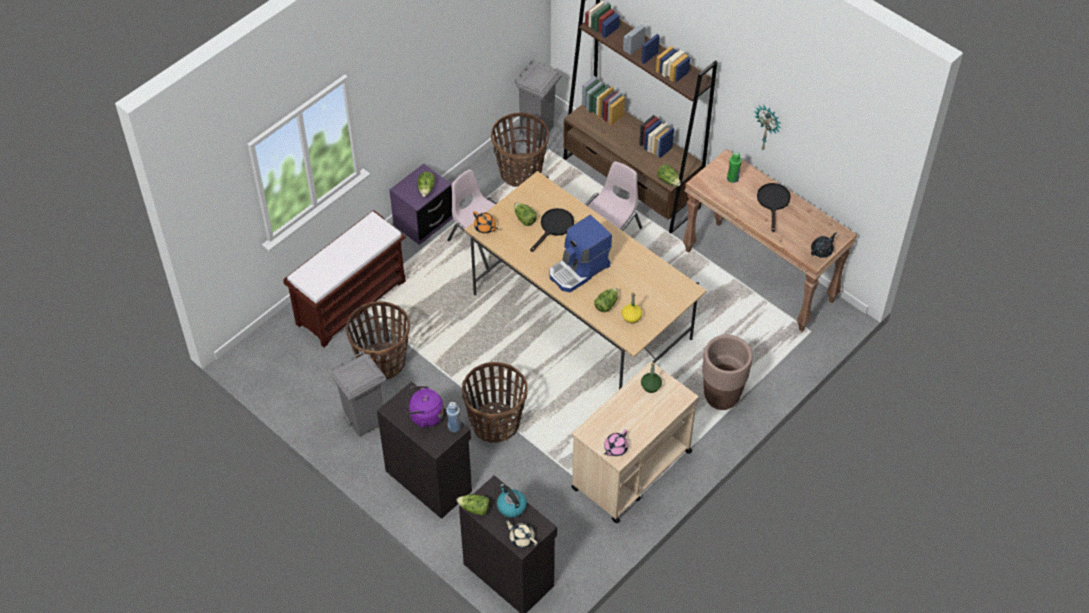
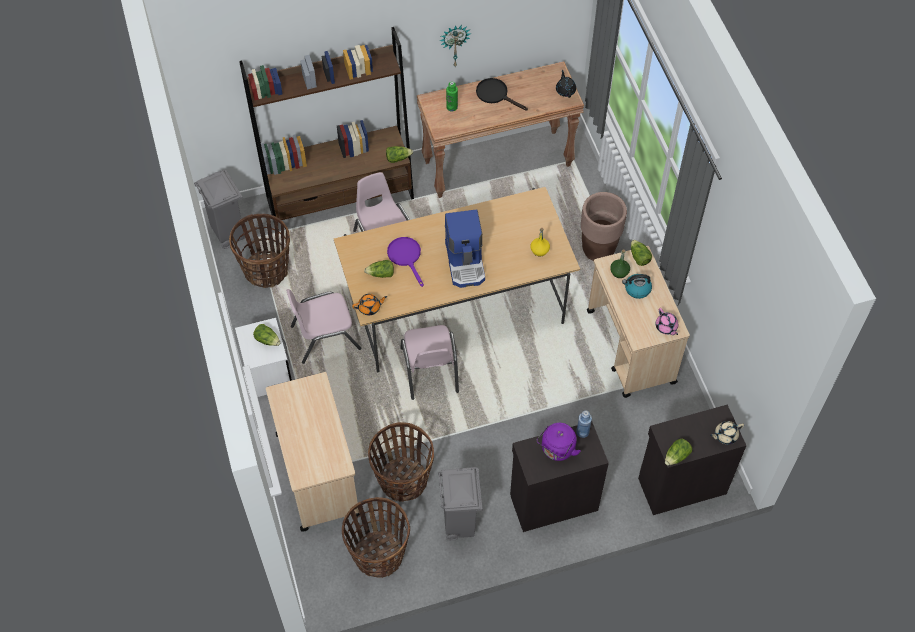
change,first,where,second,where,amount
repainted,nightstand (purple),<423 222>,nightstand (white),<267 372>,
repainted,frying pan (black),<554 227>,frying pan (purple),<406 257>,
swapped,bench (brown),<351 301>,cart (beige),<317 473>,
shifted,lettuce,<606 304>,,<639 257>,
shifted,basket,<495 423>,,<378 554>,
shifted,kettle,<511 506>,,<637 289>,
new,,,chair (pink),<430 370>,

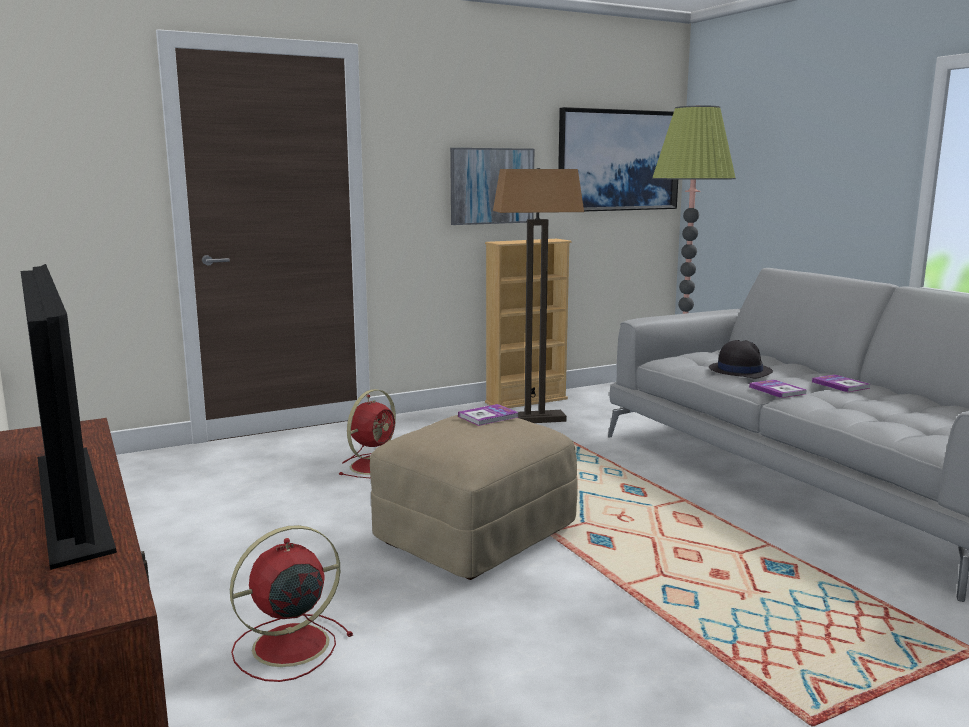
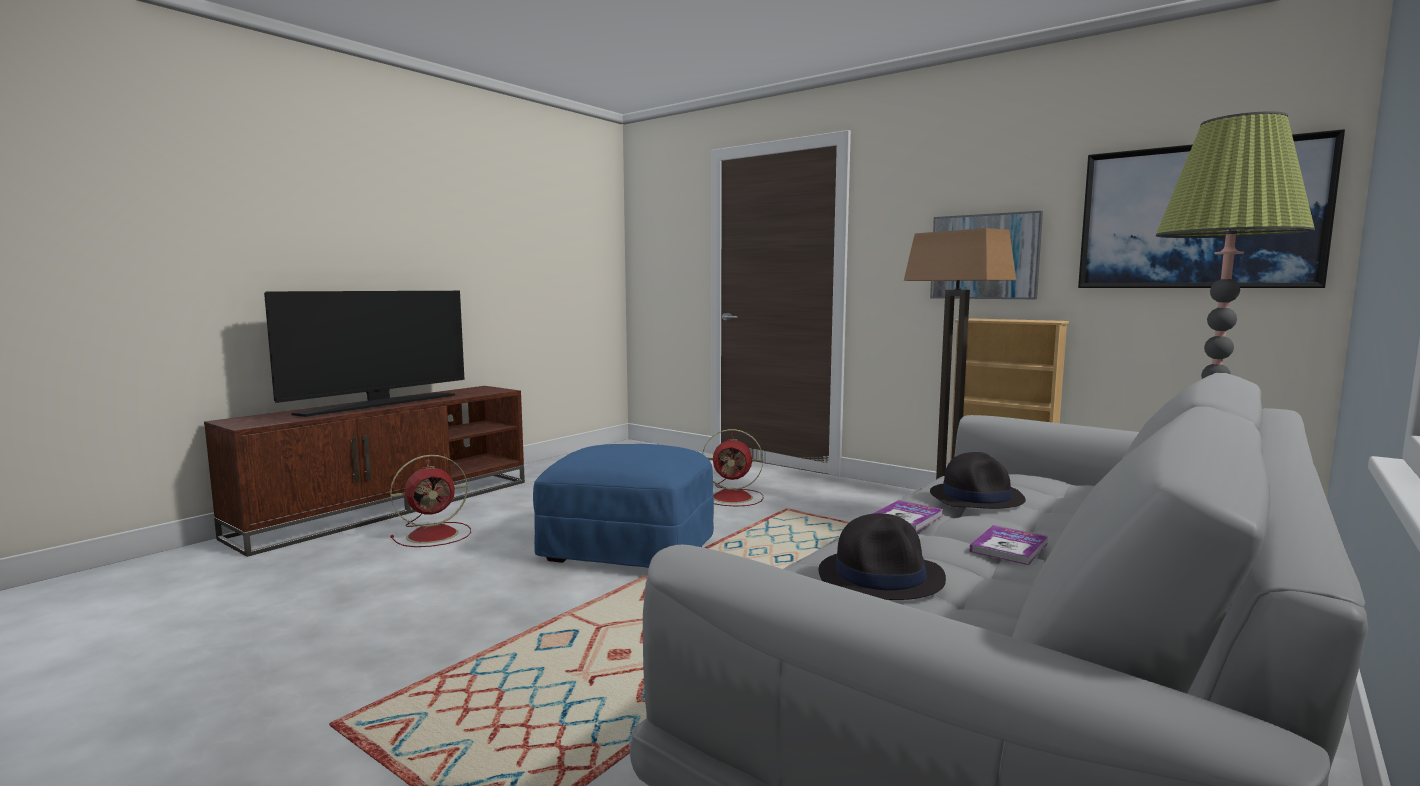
change,first,where,second,where,amount
gone,book,<488 417>,,,
repainted,ottoman (beige),<475 535>,ottoman (blue),<629 549>,
rotated,fan (red),<287 646>,,<435 534>,120 degrees clockwise
new,,,hat (black),<881 576>,

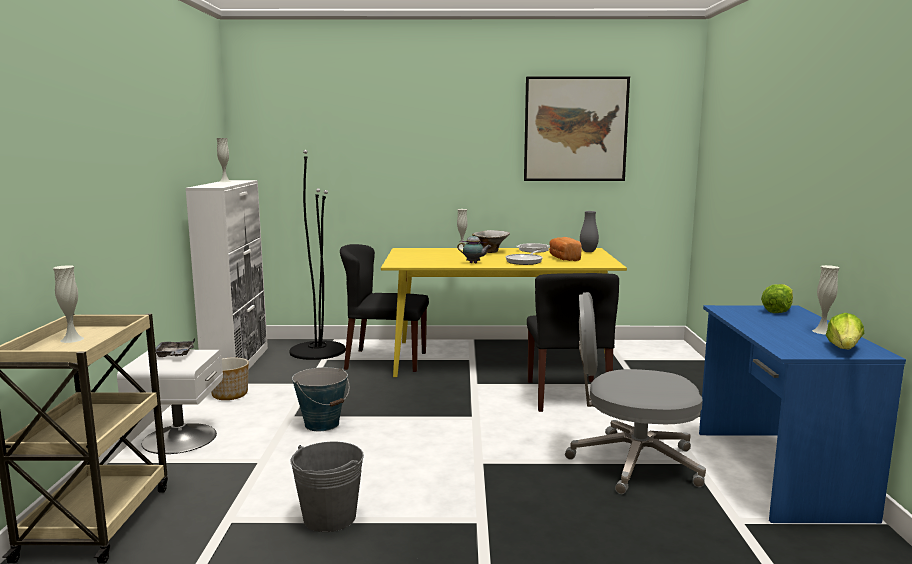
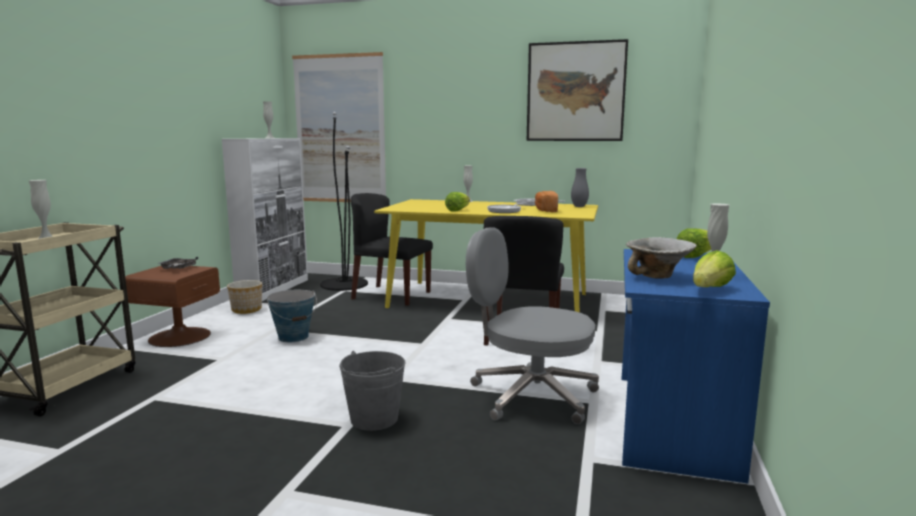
change,first,where,second,where,amount
shifted,bowl,<490 252>,,<657 277>,
swapped,teapot,<474 263>,lettuce,<458 210>,
repainted,nightstand (white),<178 438>,nightstand (brown),<179 336>,
shifted,bucket (grey),<329 517>,,<374 419>,
new,,,picture,<340 129>,

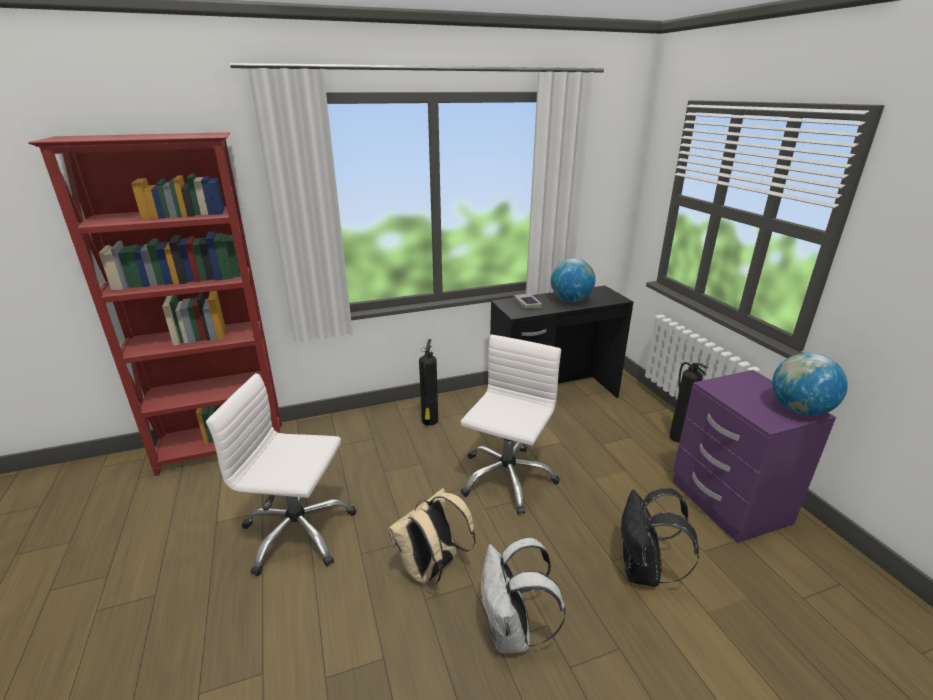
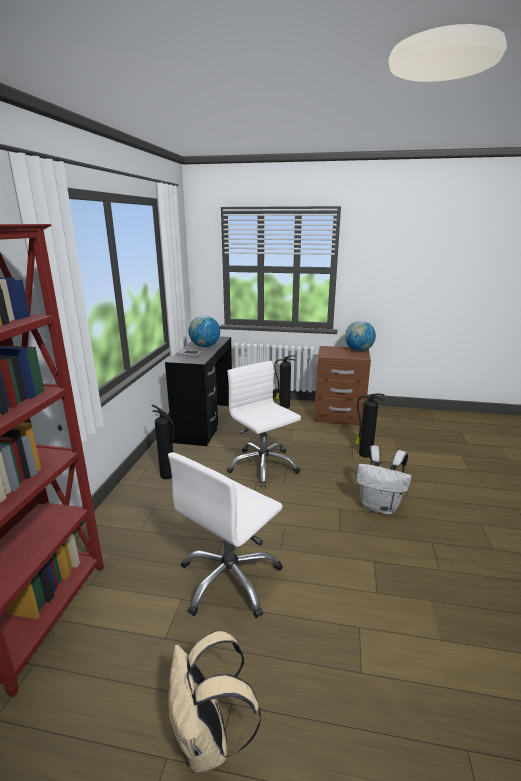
change,first,where,second,where,amount
repainted,nightstand (purple),<728 502>,nightstand (brown),<339 416>,
shifted,backpack (beige),<432 569>,,<208 740>,
swapped,backpack (black),<643 571>,fire extinguisher,<364 454>,

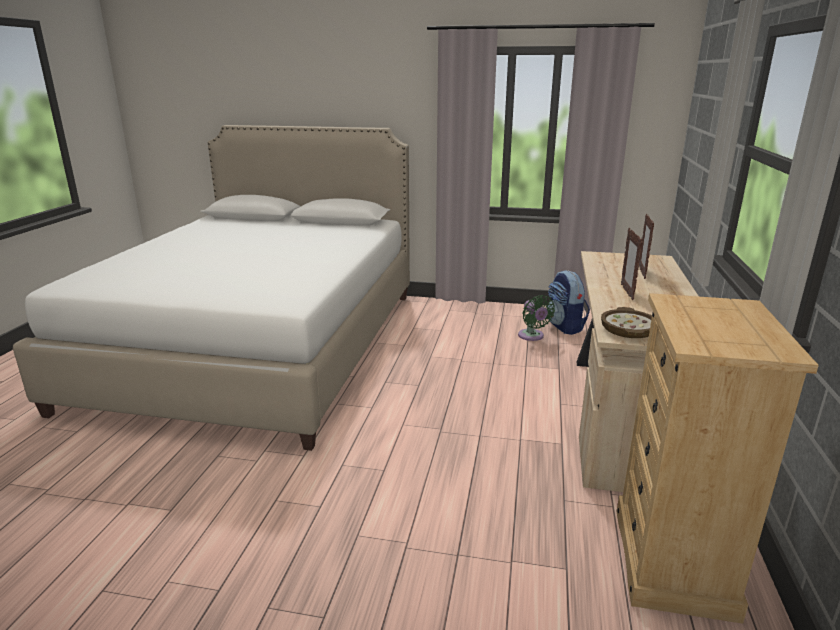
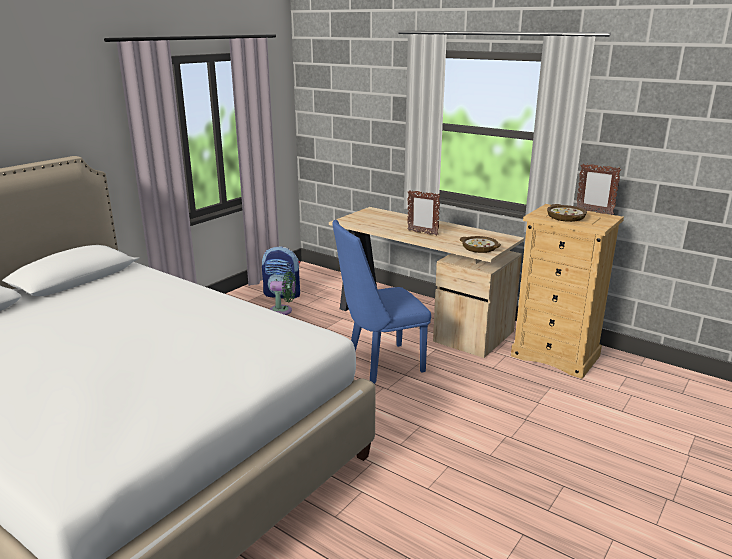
change,first,where,second,where,amount
shifted,picture frame,<642 272>,,<594 212>,
new,,,bowl,<566 217>,
new,,,chair (blue),<379 364>,

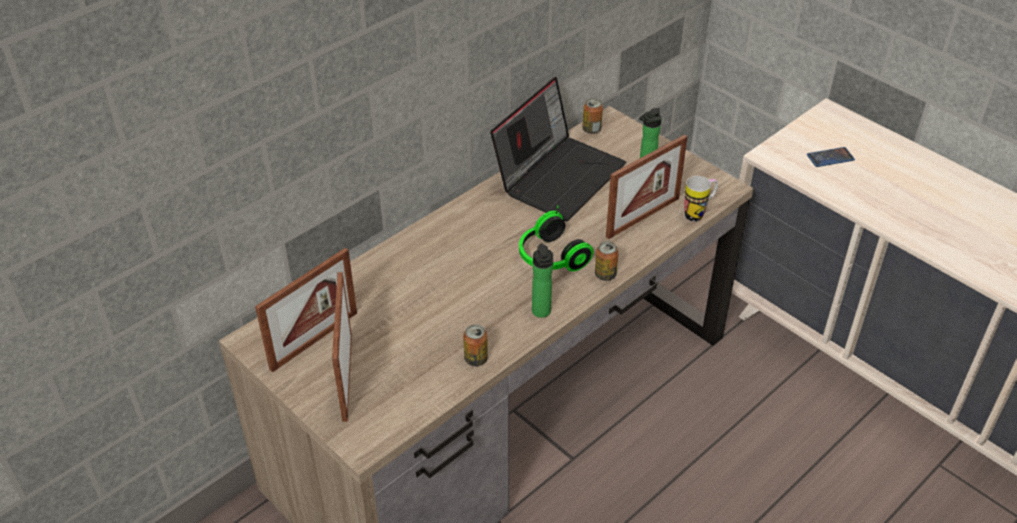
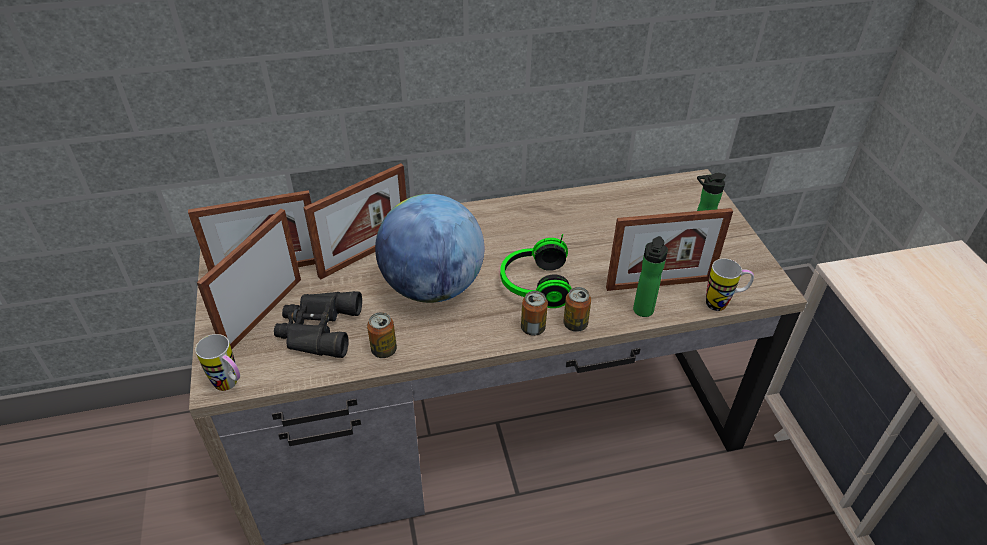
change,first,where,second,where,amount
gone,laptop,<559 175>,,,
shifted,can,<591 129>,,<533 328>,
gone,phone,<830 157>,,,
shifted,bottle,<542 313>,,<642 312>,
new,,,picture frame,<365 255>,
new,,,globe,<432 287>,
new,,,binoculars (black),<317 329>,
new,,,mug,<231 386>,

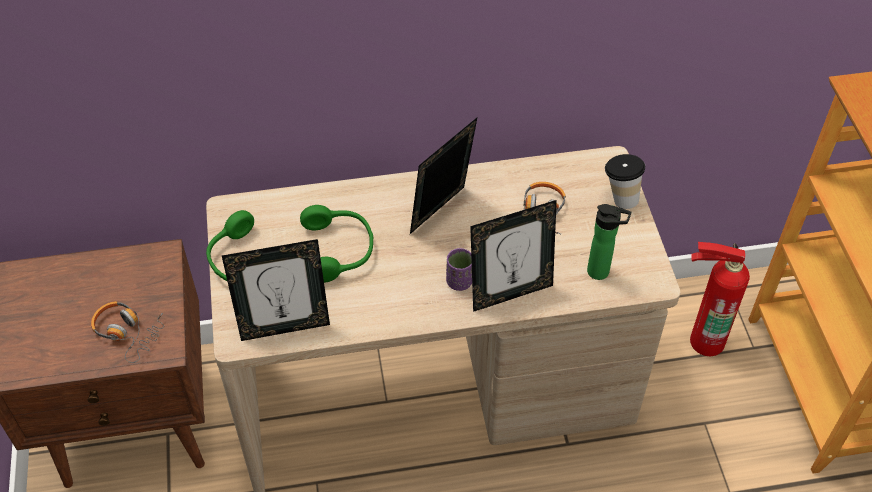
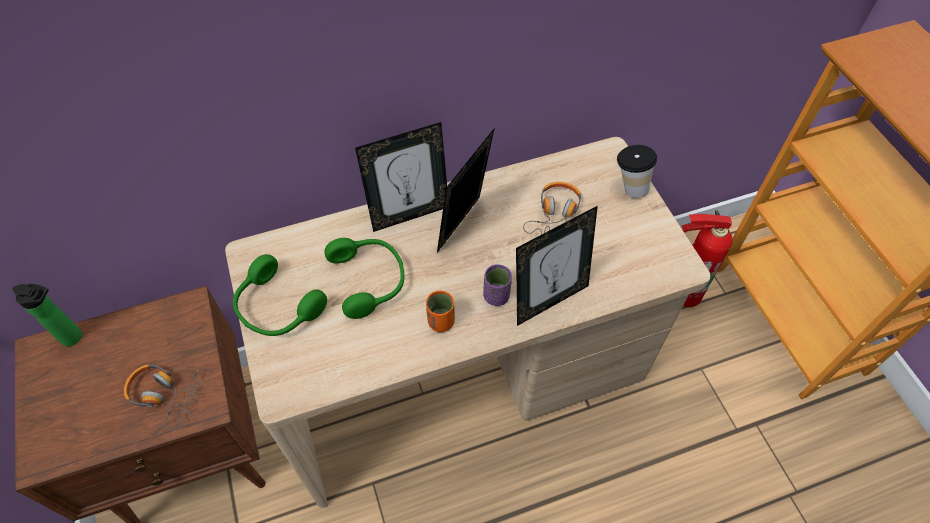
change,first,where,second,where,amount
shifted,bottle,<601 272>,,<75 337>,
shifted,picture frame,<284 326>,,<409 214>,
new,,,cup (orange),<441 322>,

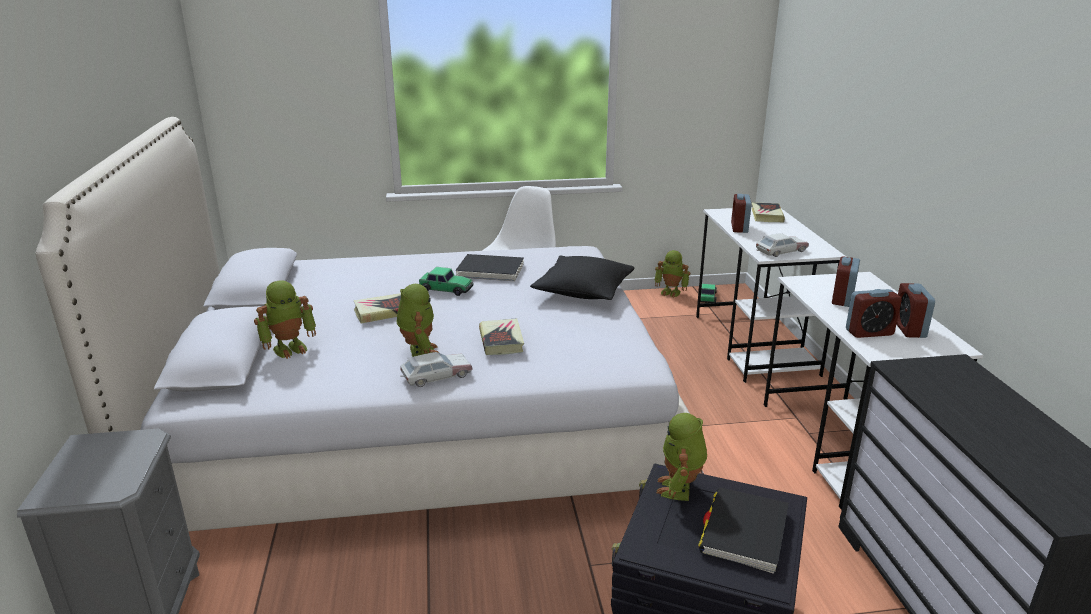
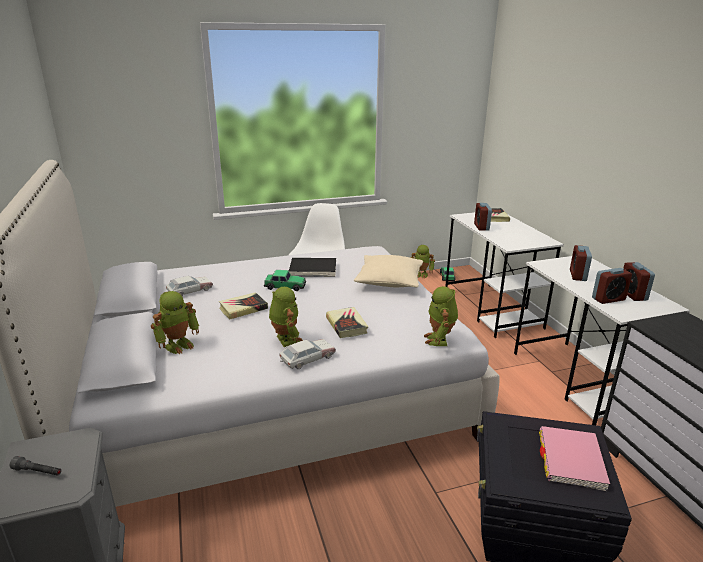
change,first,where,second,where,amount
shifted,toy car,<781 251>,,<189 291>,
repainted,pillow (black),<583 291>,pillow (beige),<389 281>,
shifted,toy robot,<680 489>,,<439 340>,
repainted,book (black),<744 532>,book (pink),<571 460>,
new,,,flashlight (grey),<38 472>,

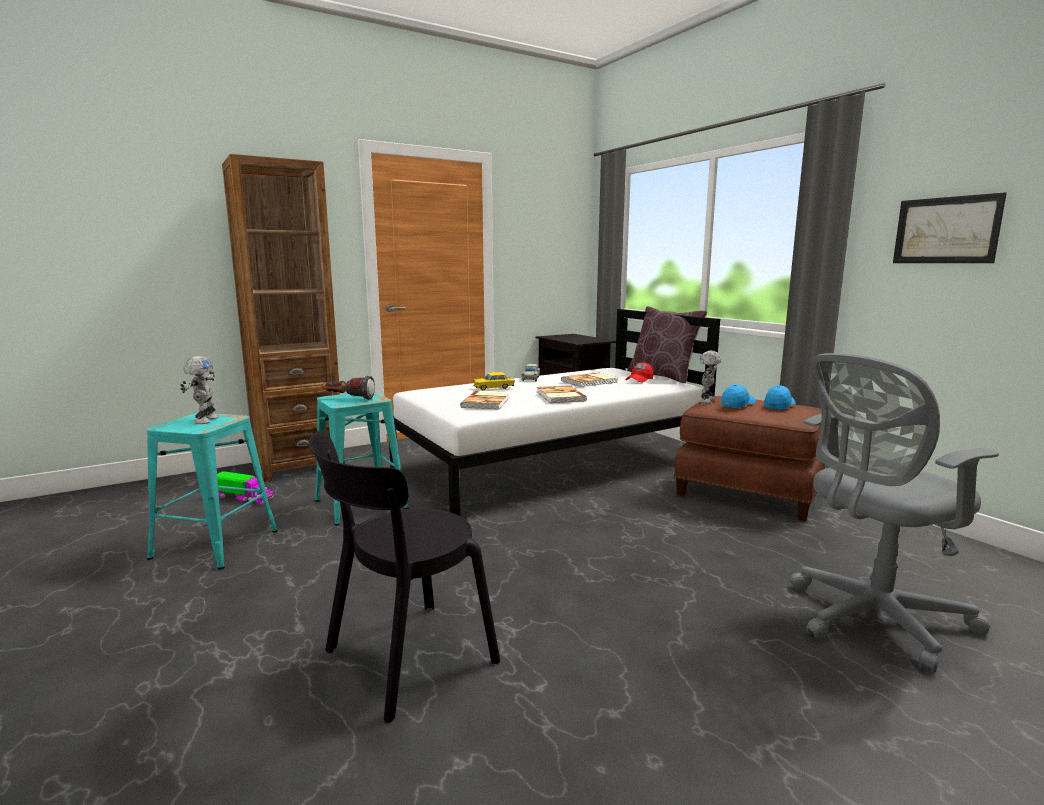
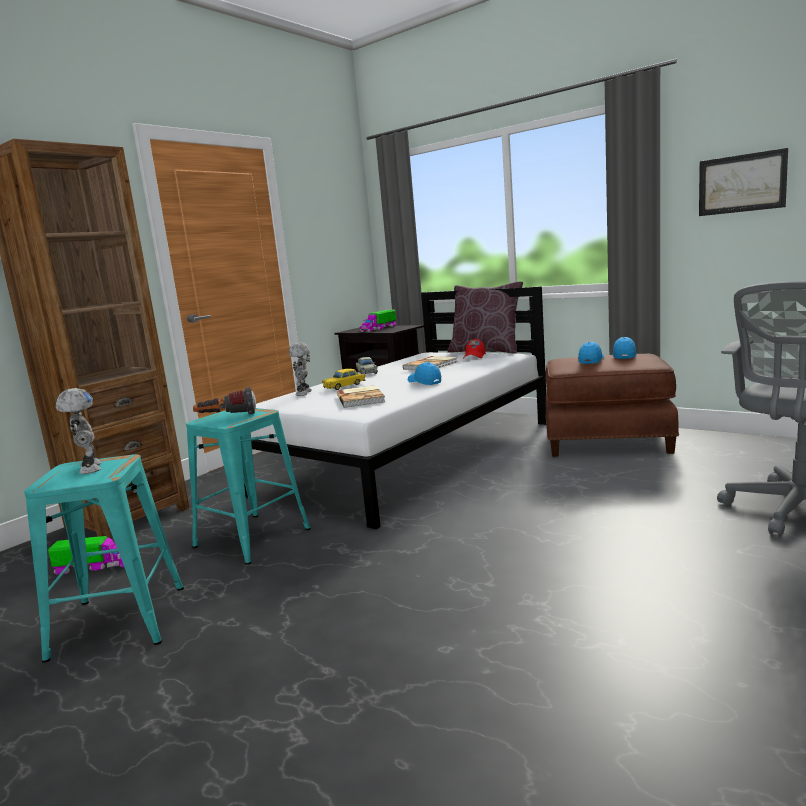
change,first,where,second,where,amount
shifted,toy robot,<707 401>,,<304 393>,
swapped,book,<559 396>,cap (blue),<425 381>,
gone,chair (black),<403 659>,,,
new,,,toy truck,<379 328>,

